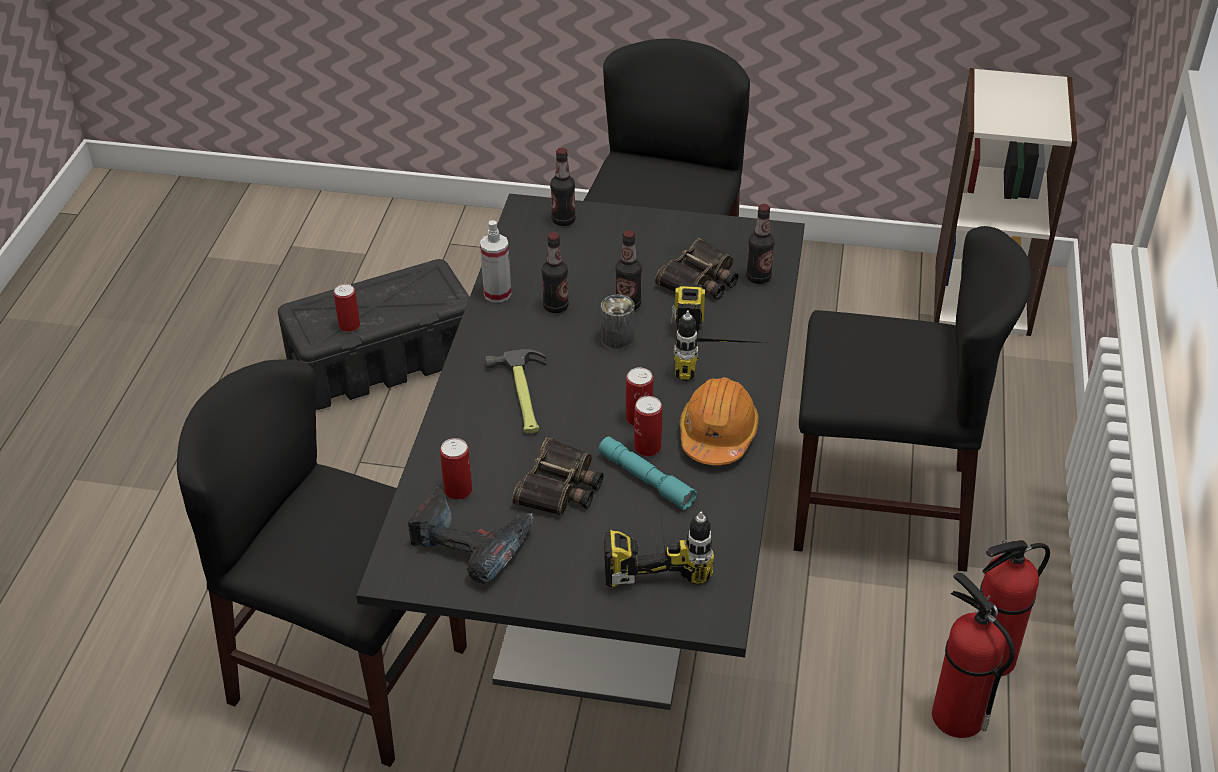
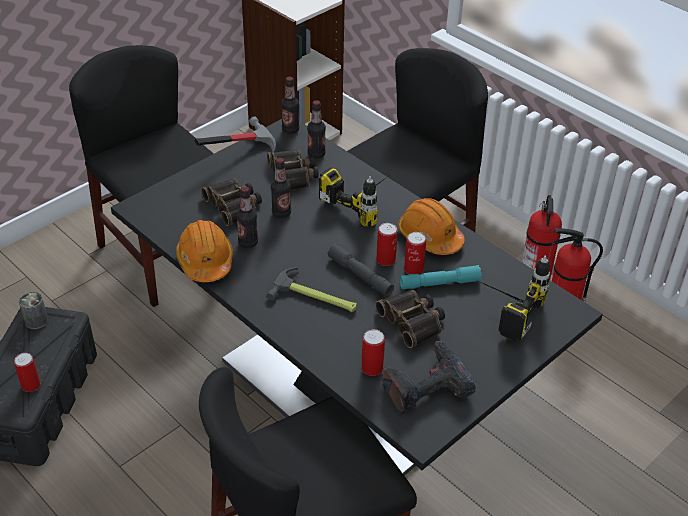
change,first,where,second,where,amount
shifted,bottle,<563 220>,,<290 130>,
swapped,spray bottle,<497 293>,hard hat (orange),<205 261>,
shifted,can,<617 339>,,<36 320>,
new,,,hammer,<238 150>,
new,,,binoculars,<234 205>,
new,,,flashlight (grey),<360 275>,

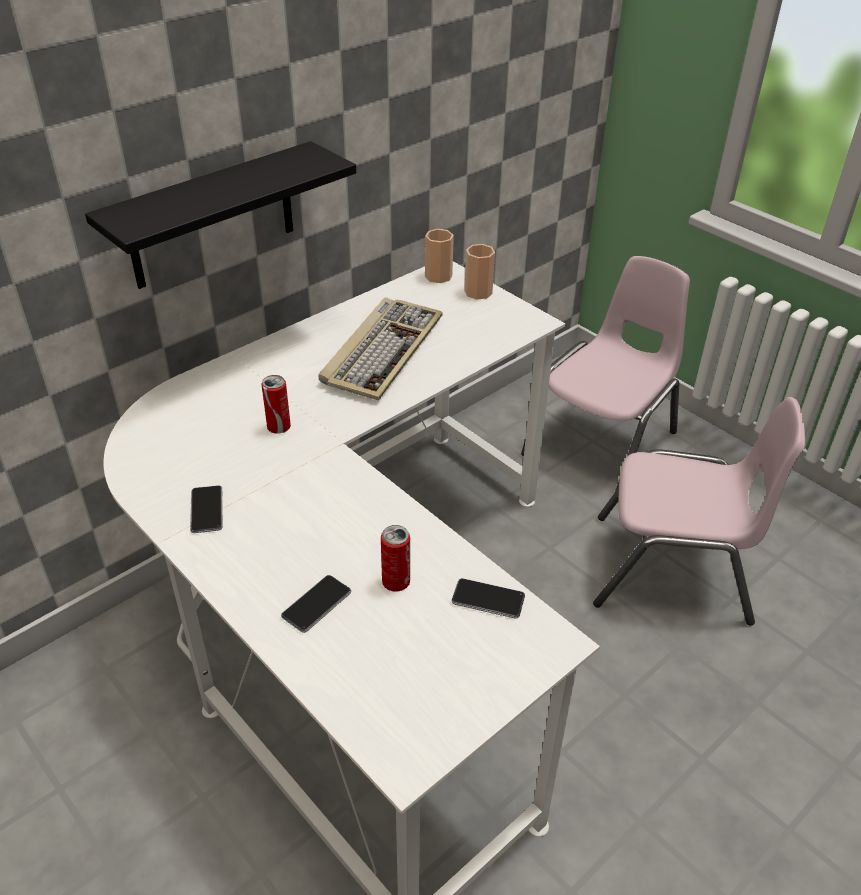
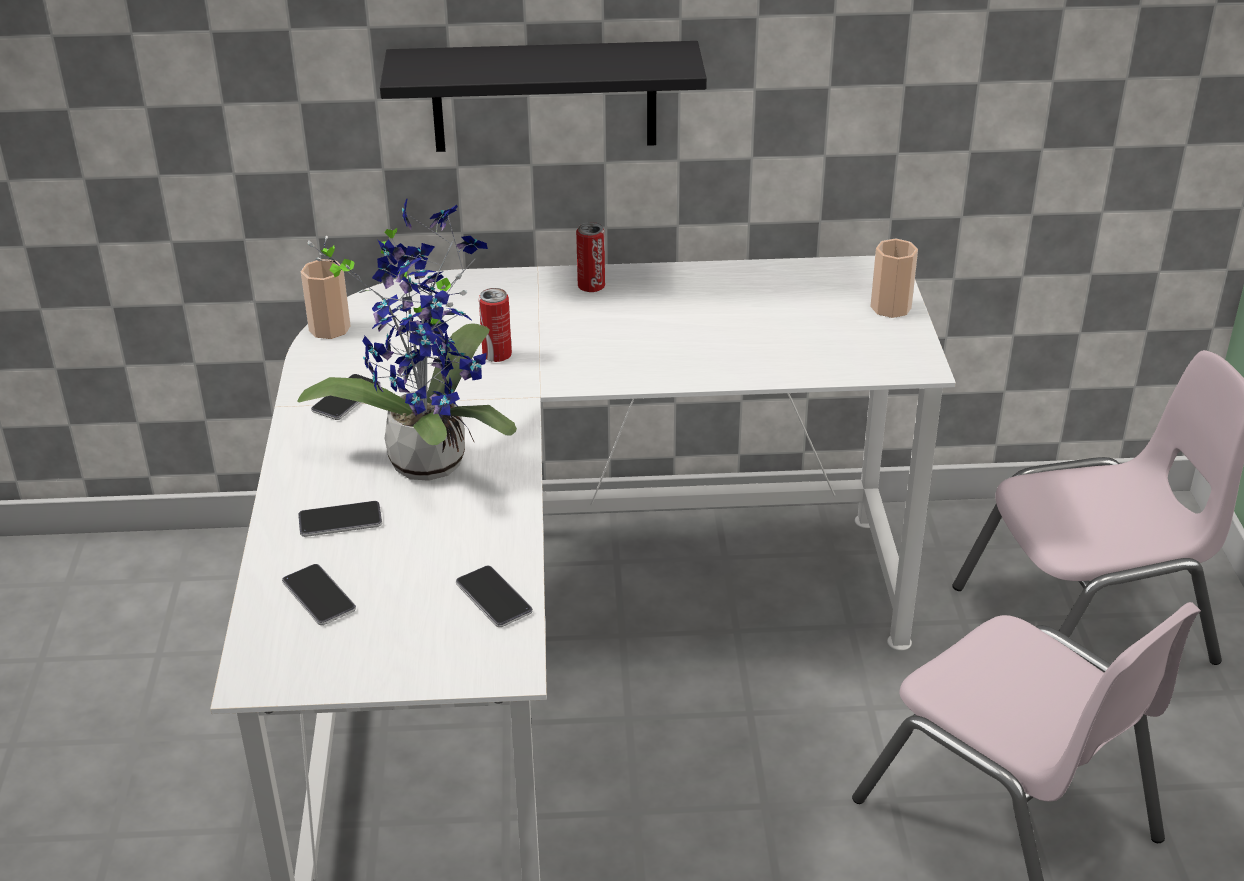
change,first,where,second,where,amount
shifted,cup,<438 276>,,<329 328>,
gone,keyboard,<382 350>,,,
shifted,can,<396 582>,,<591 286>,
new,,,potted plant,<429 455>,
new,,,phone,<319 596>,

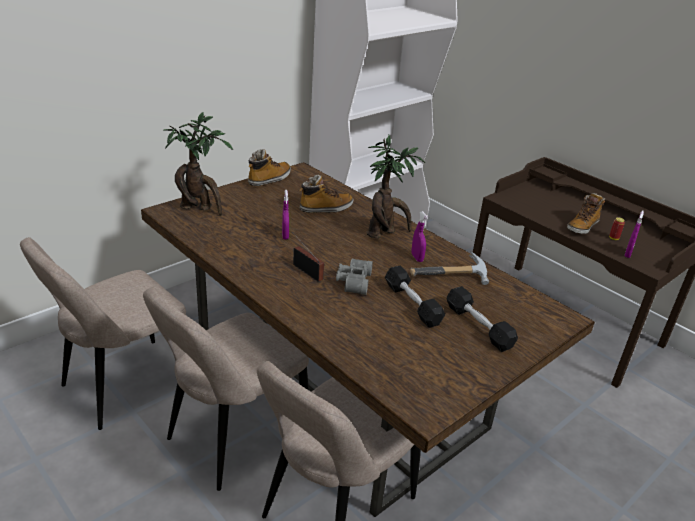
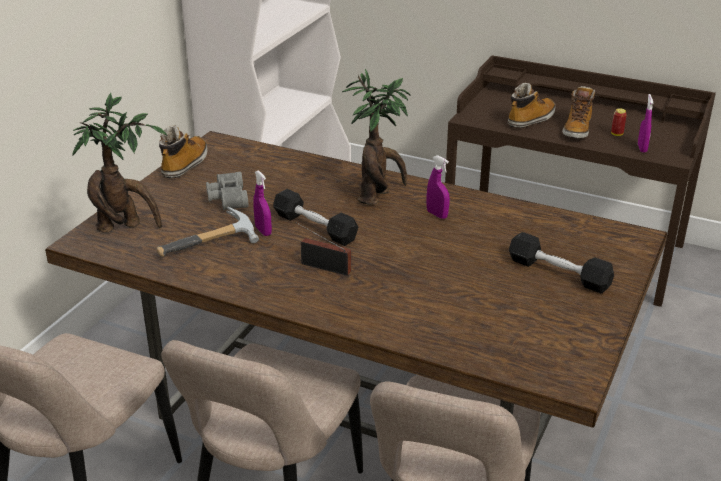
change,first,where,second,where,amount
shifted,boot,<326 208>,,<531 120>,
shifted,hammer,<451 279>,,<212 247>,
shifted,binoculars (grey),<353 281>,,<226 198>,
shifted,dumbbell (black),<412 304>,,<315 227>,

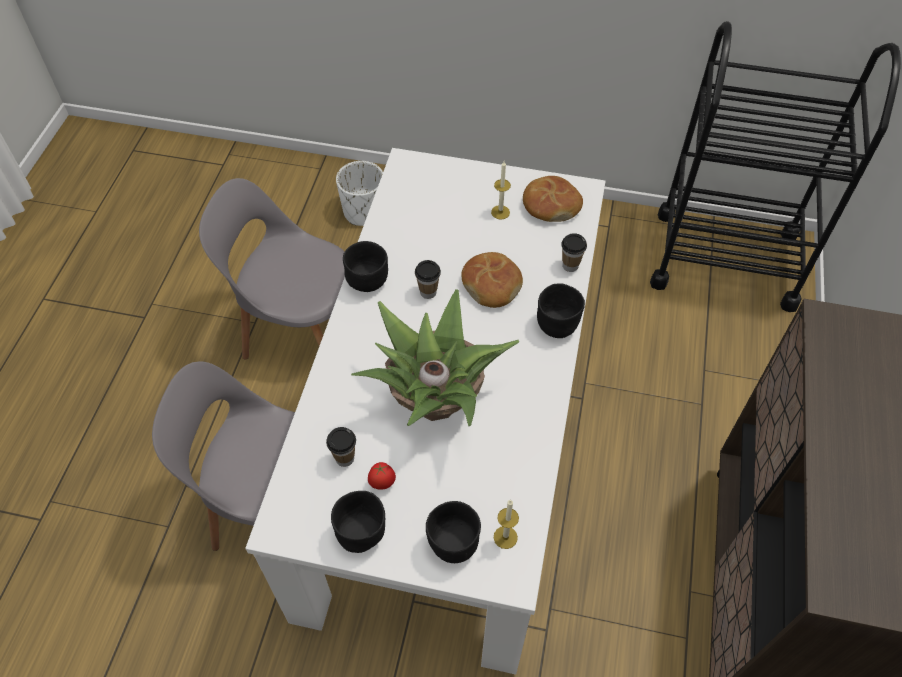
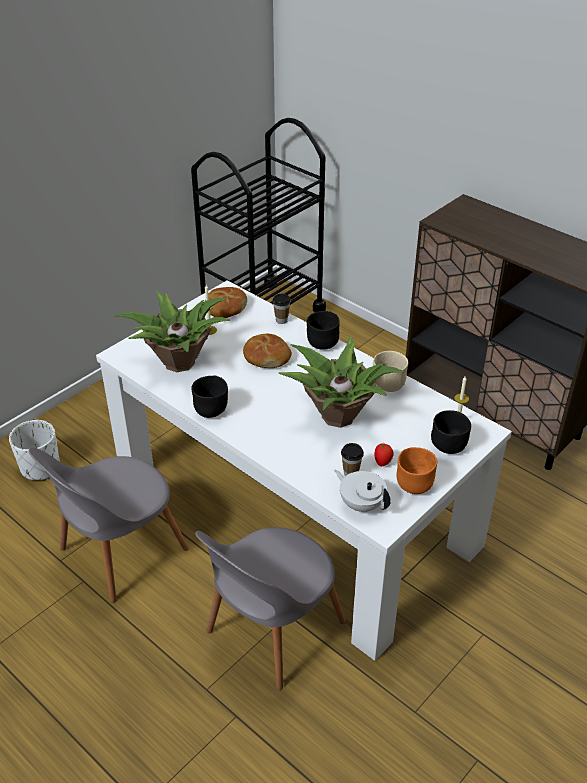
change,first,where,second,where,amount
gone,cup,<428 292>,,,
repainted,bowl (black),<363 533>,bowl (orange),<414 485>,
new,,,potted plant,<177 362>,
new,,,bowl (beige),<388 385>,
new,,,teapot (white),<361 504>,

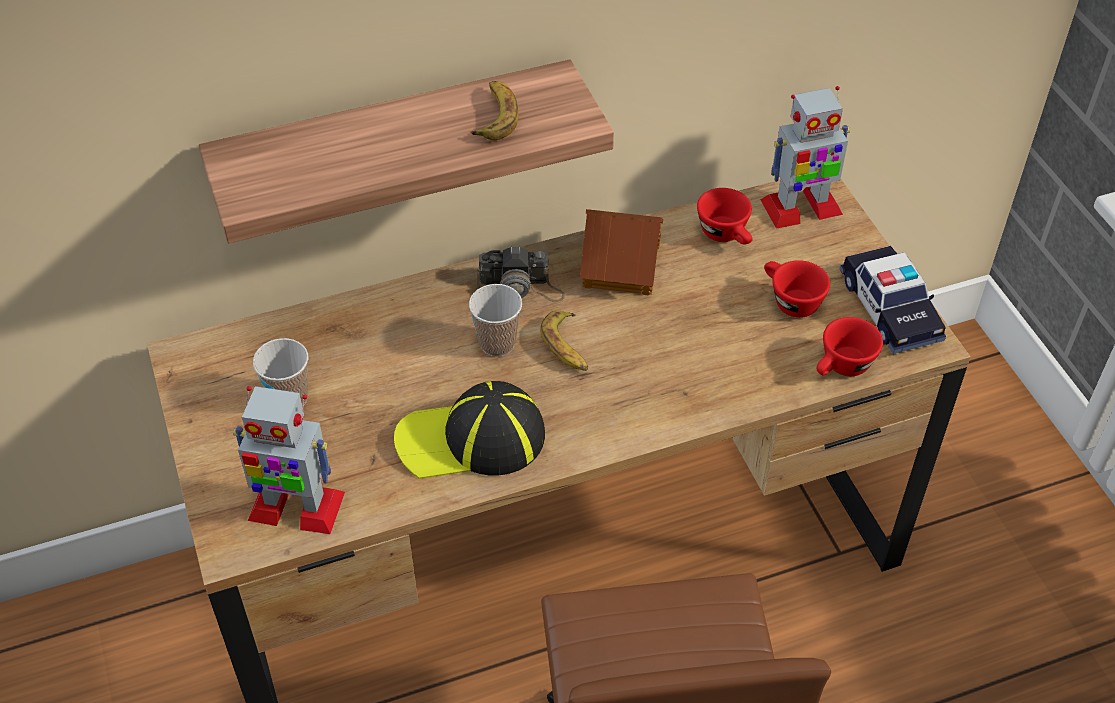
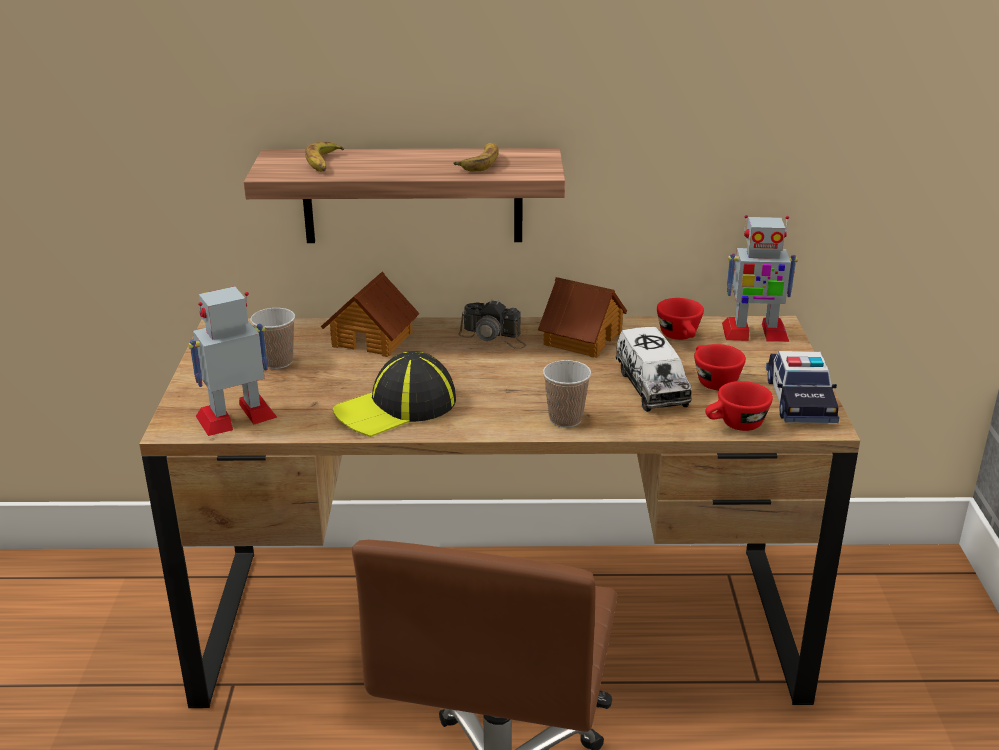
change,first,where,second,where,amount
shifted,cup,<497 343>,,<565 419>,
shifted,banana,<567 347>,,<324 163>,
rotated,cap,<471 439>,,<396 407>,45 degrees counterclockwise
rotated,toy robot,<295 507>,,<237 416>,120 degrees clockwise
new,,,toy house,<373 338>,
new,,,toy truck,<651 386>,

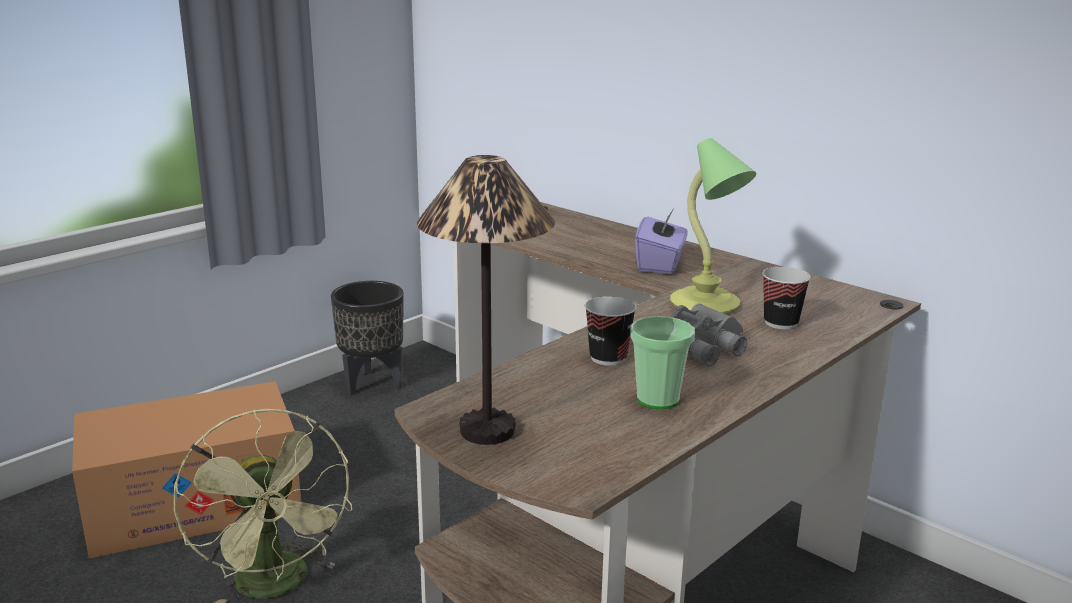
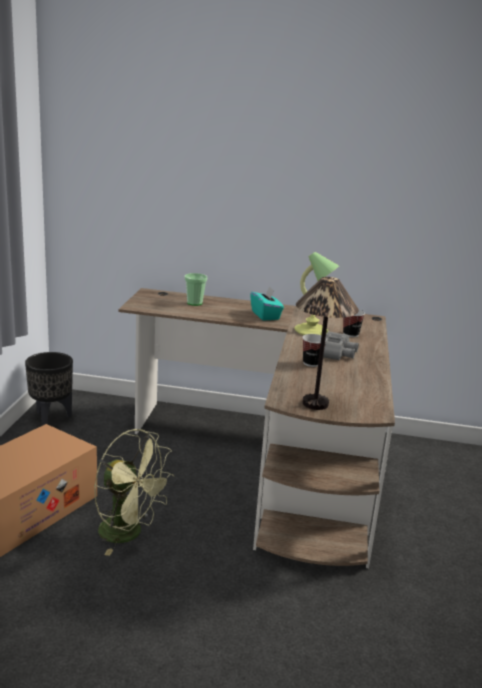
change,first,where,second,where,amount
repainted,tissue box (purple),<660 264>,tissue box (turquoise),<265 315>,
shifted,cup,<658 399>,,<194 303>,

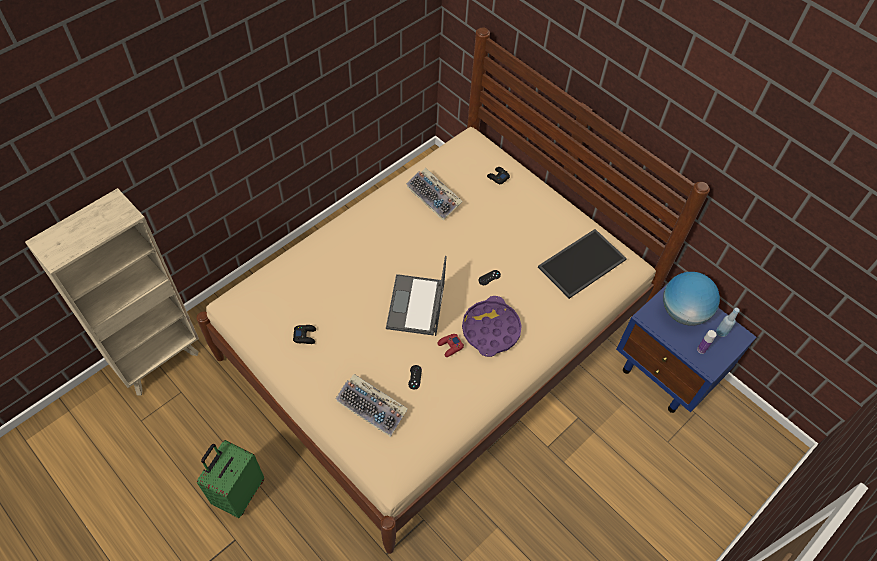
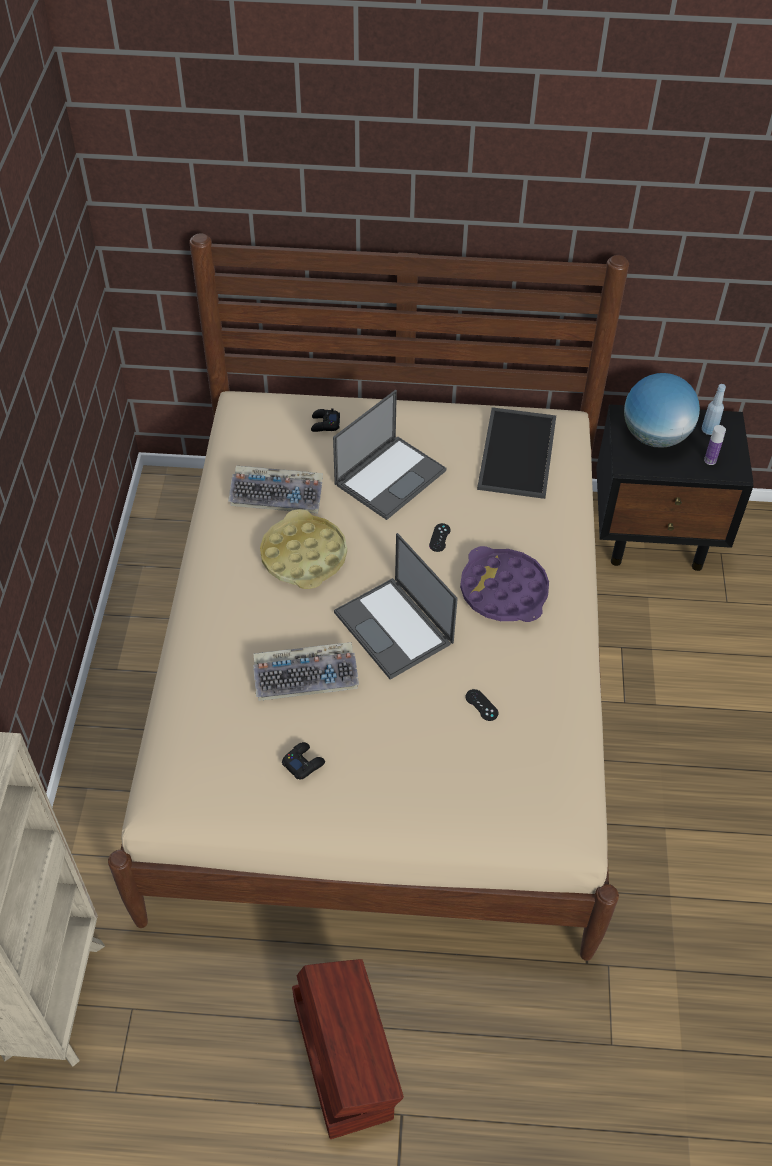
change,first,where,second,where,amount
repainted,nightstand (blue),<666 374>,nightstand (black),<656 535>,
gone,game controller (red),<450 346>,,,
shifted,keyboard,<373 407>,,<307 675>,
swapped,suitcase (green),<238 492>,storage box (brown),<344 1057>,
new,,,laptop,<390 476>,
new,,,tray (yellow),<303 556>,

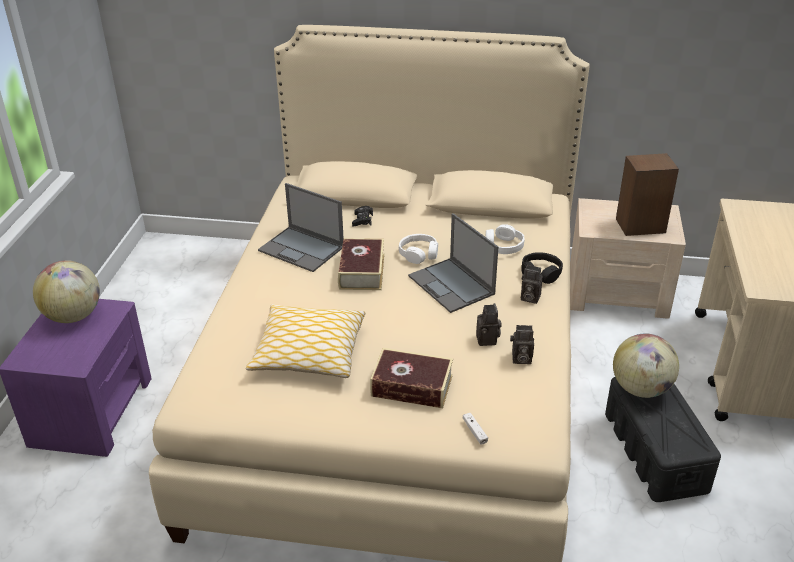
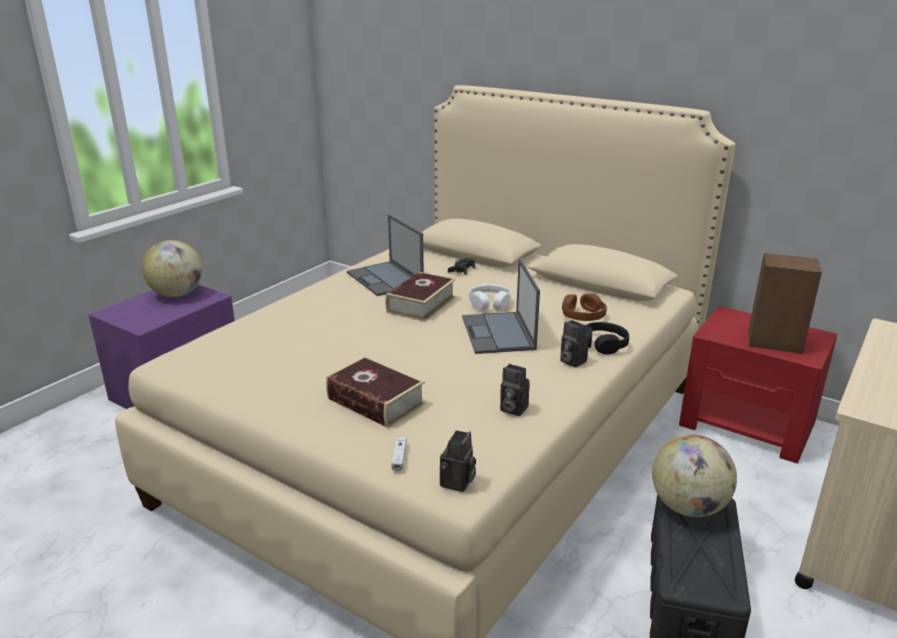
change,first,where,second,where,amount
repainted,nightstand (beige),<618 293>,nightstand (red),<747 424>,
repainted,headphones (white),<503 246>,headphones (brown),<583 315>,
shifted,photo camera,<488 340>,,<457 483>,
gone,pillow,<309 352>,,,

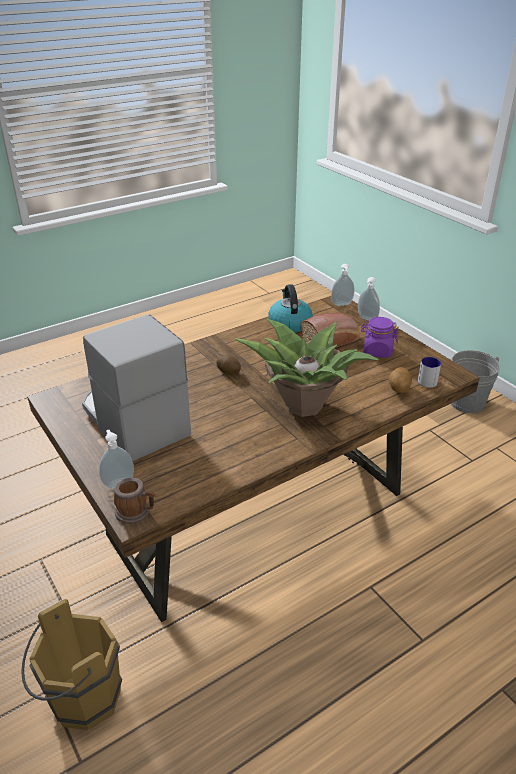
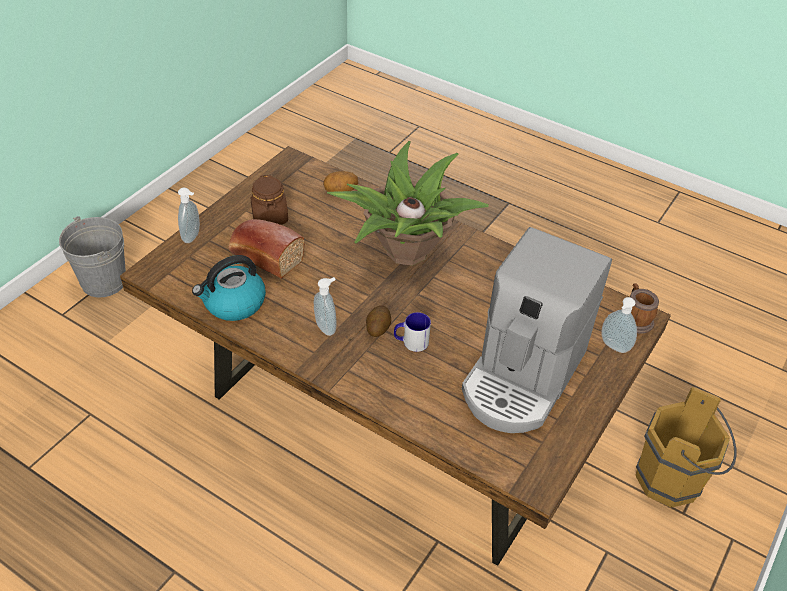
change,first,where,second,where,amount
shifted,soap dispenser,<342 304>,,<326 327>,
repainted,jar (purple),<377 351>,jar (brown),<270 217>,
shifted,mug,<428 379>,,<411 342>,

